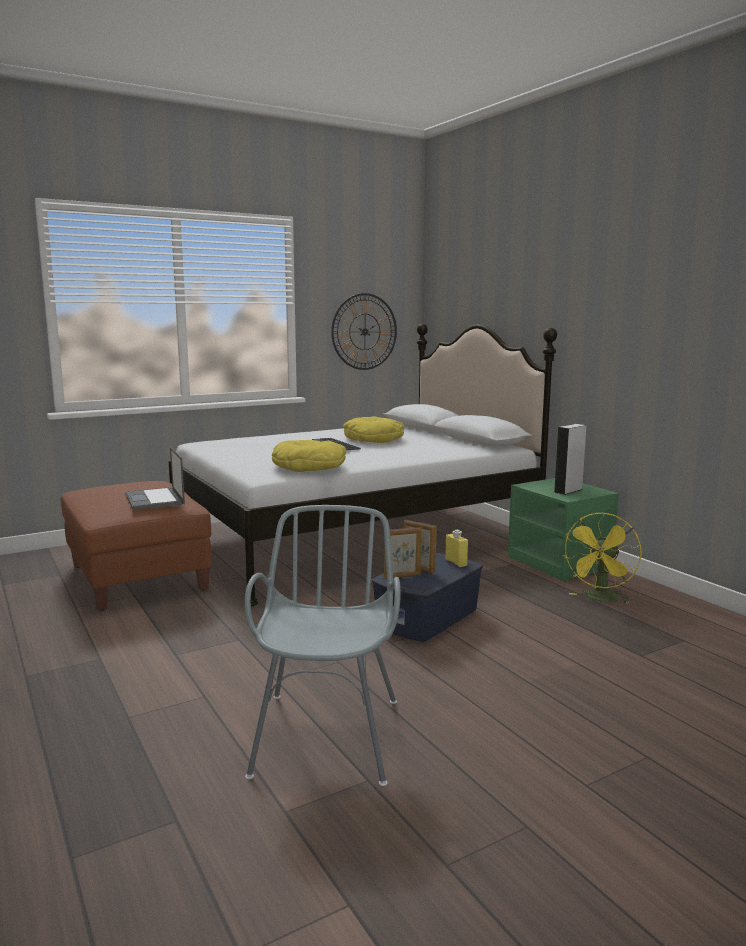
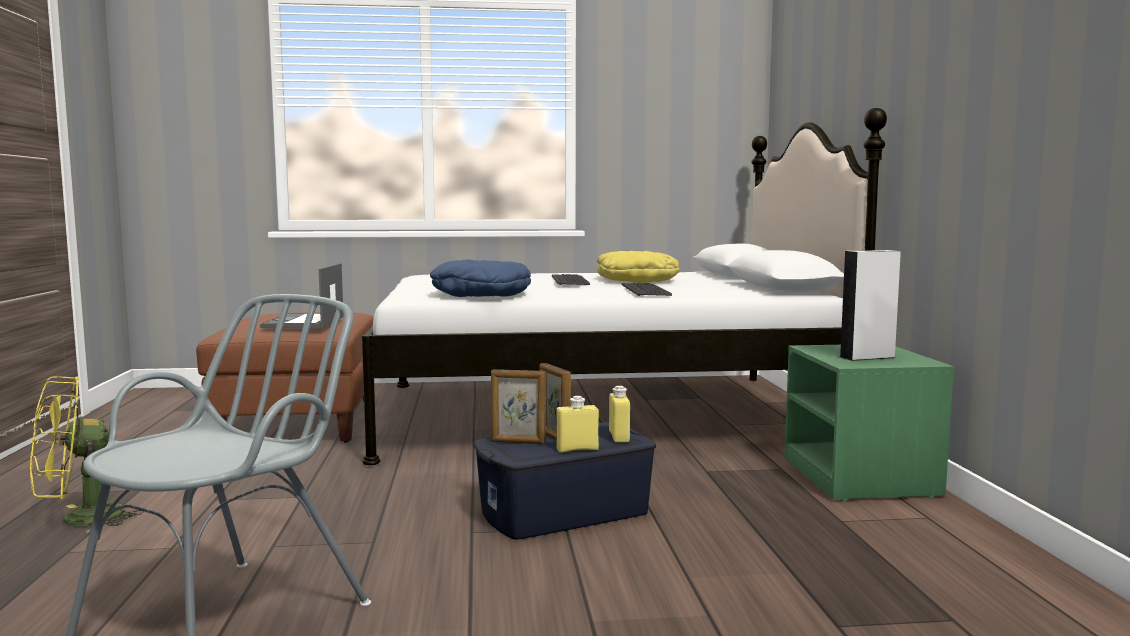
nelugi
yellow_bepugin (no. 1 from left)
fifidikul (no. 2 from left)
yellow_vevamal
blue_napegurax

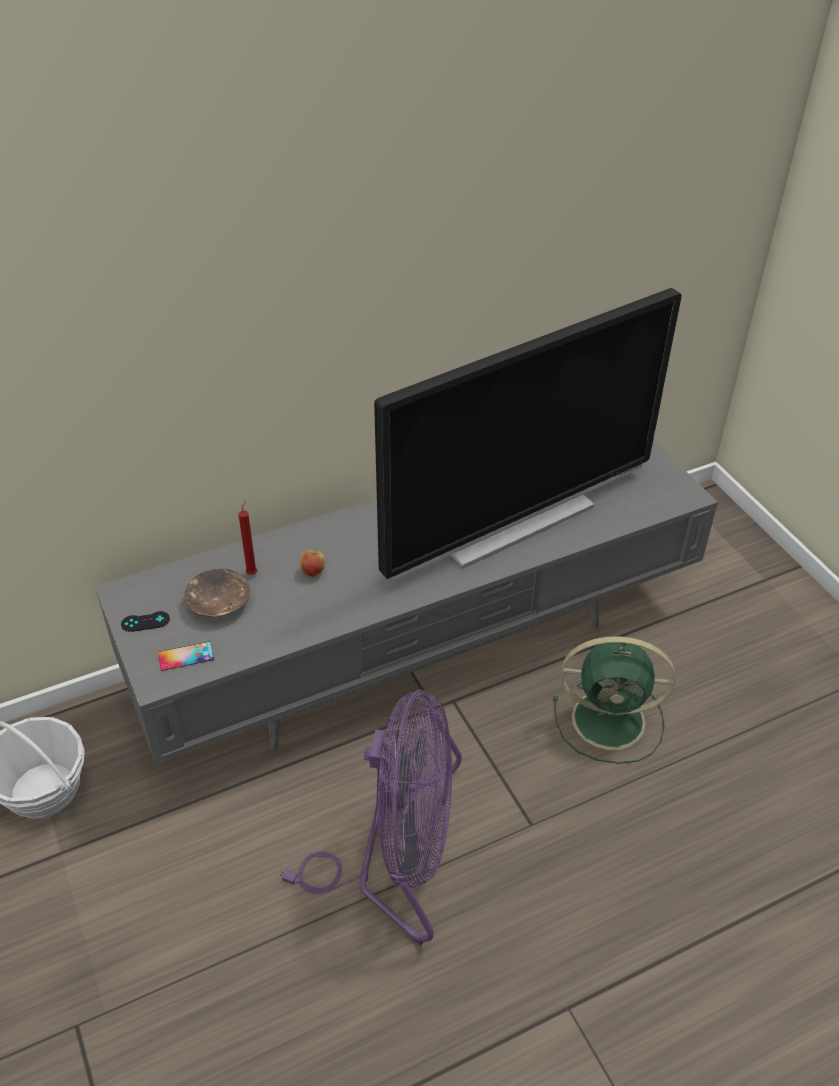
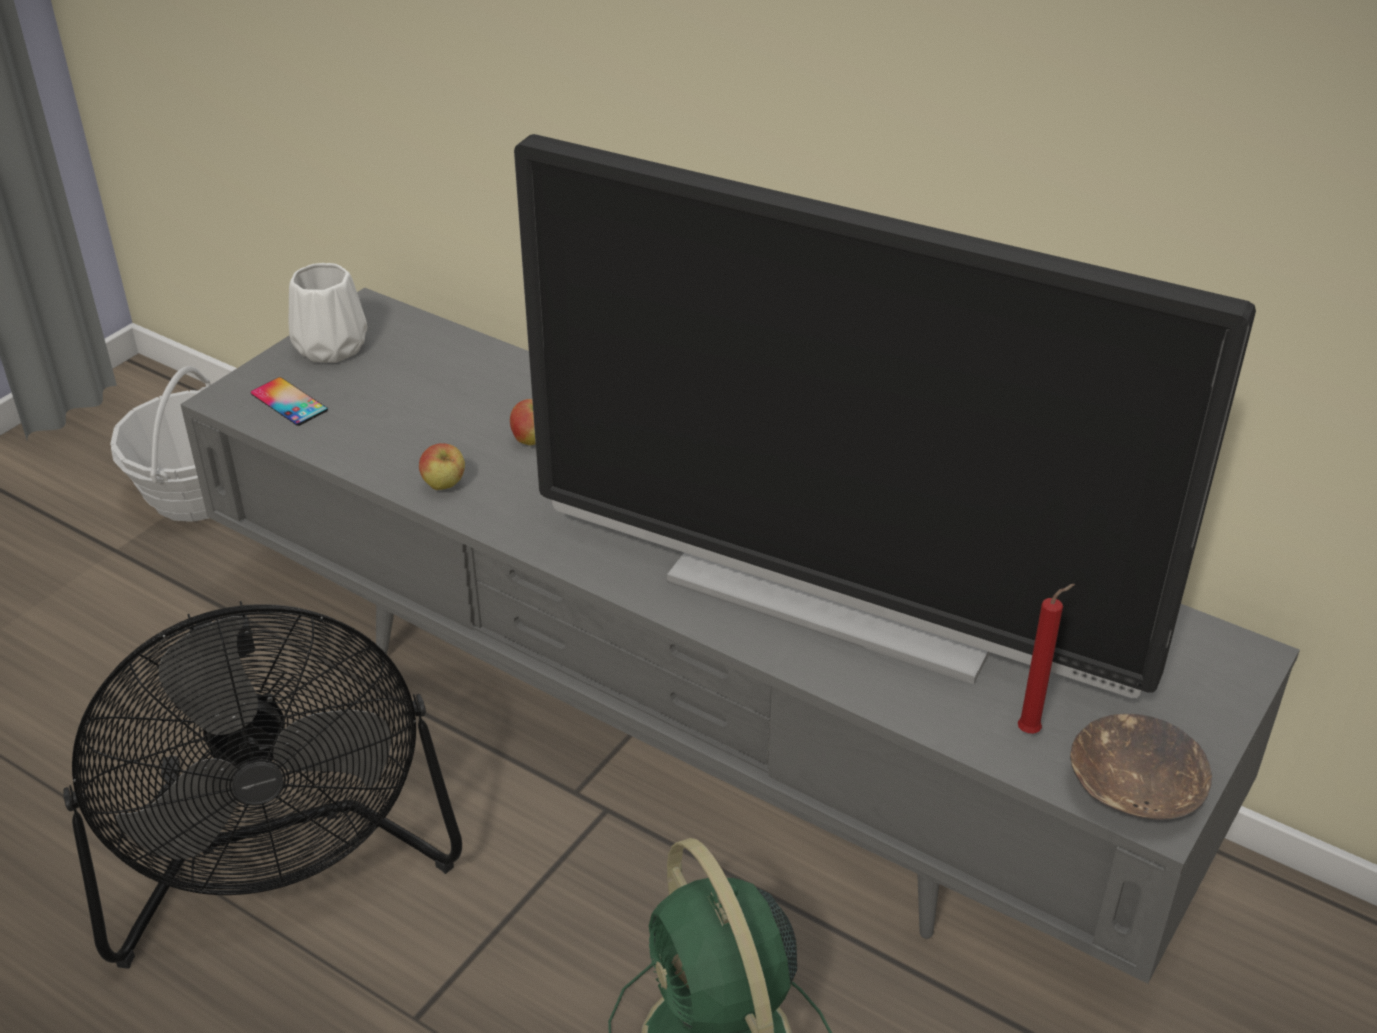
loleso (no. 1 from left)
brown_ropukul
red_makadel
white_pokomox
black_vevamal

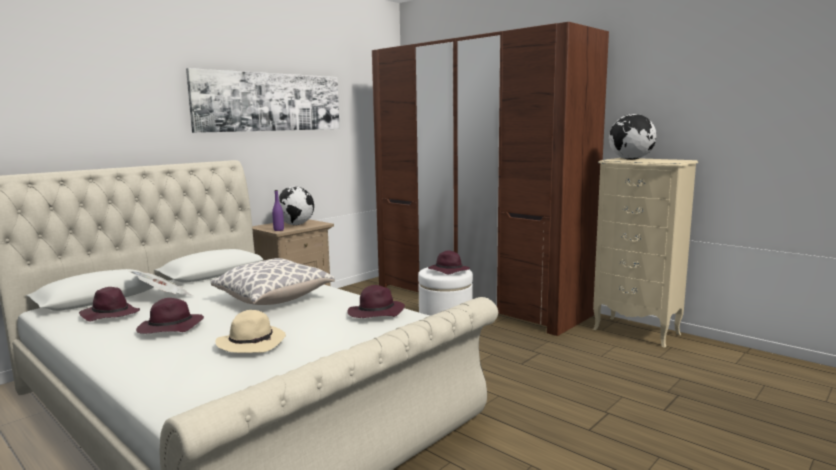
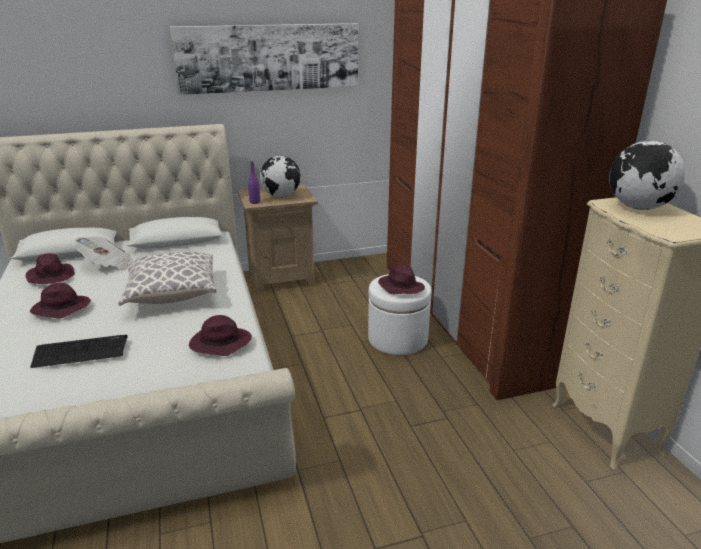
fifidikul

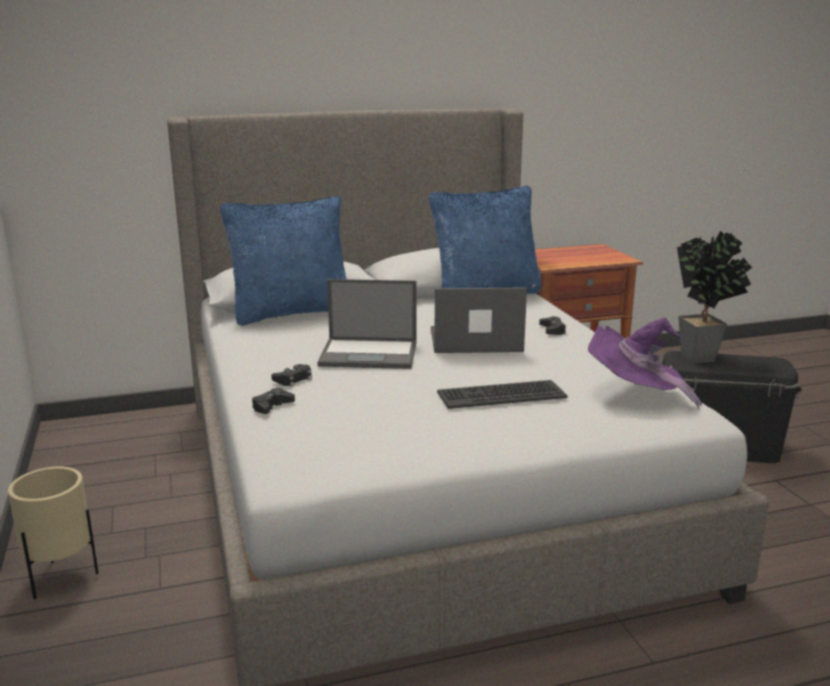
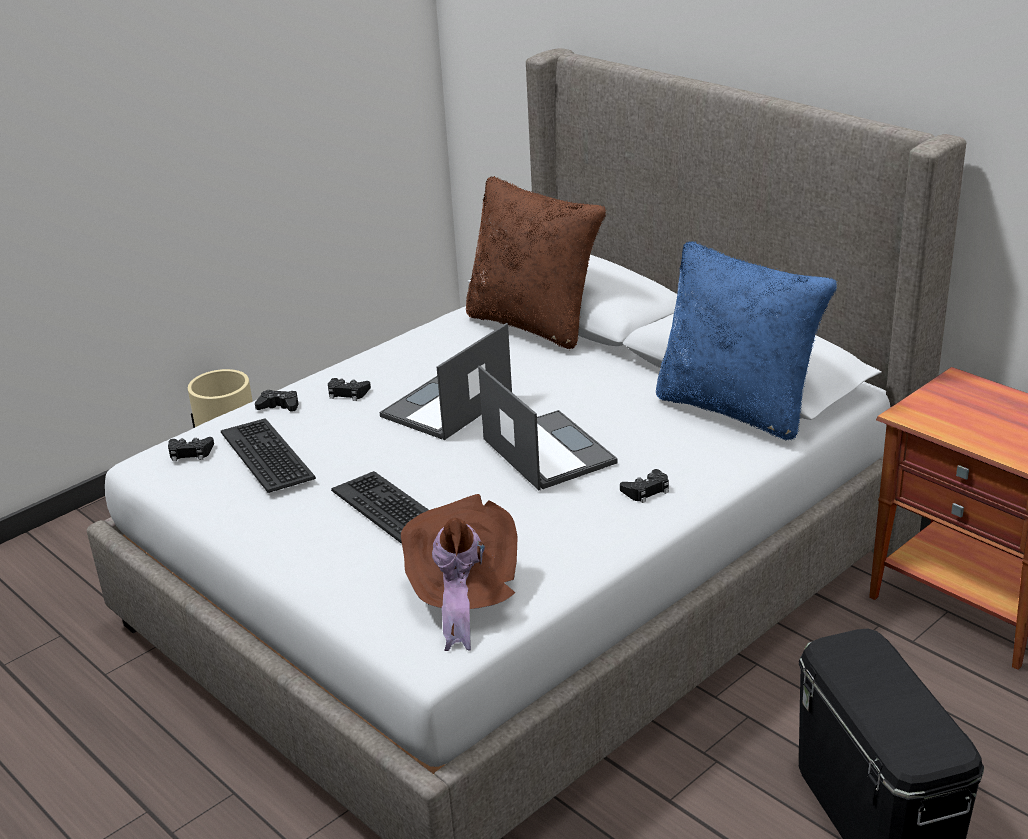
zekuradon
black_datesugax (no. 1 from left)
fifidikul (no. 1 from left)
brown_napegurax
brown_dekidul
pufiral (no. 1 from left)

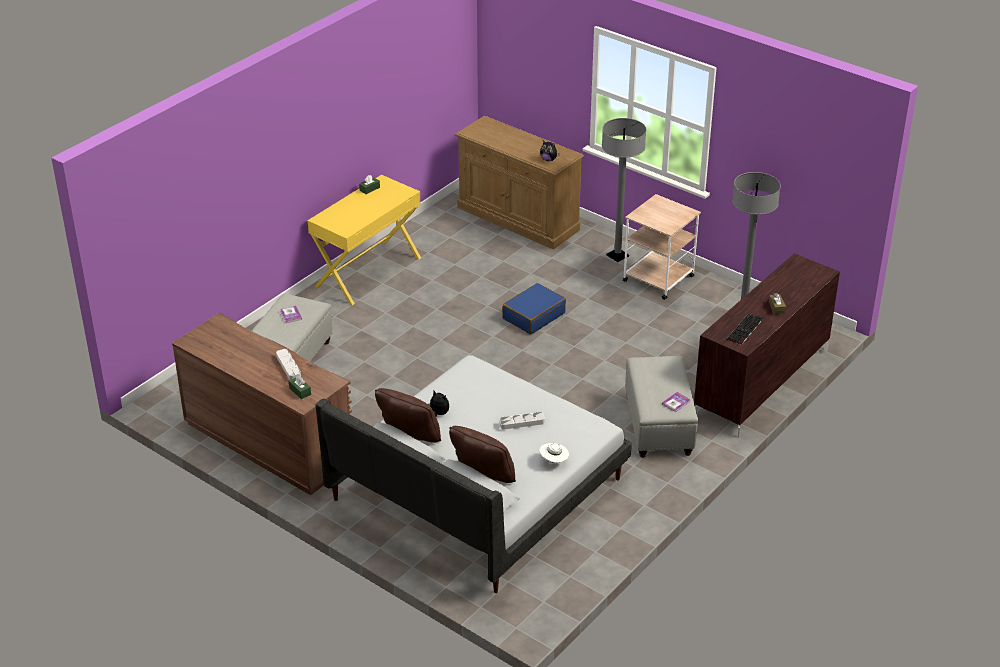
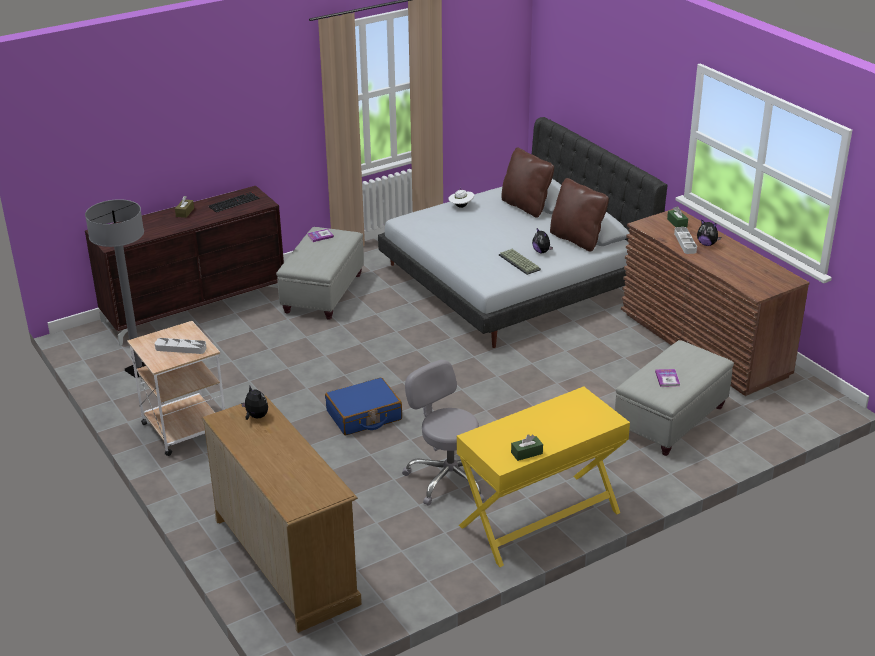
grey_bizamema (no. 1 from left in the first image)
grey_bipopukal
fifidikul (no. 2 from left)
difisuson (no. 3 from left)
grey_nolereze (no. 1 from left)

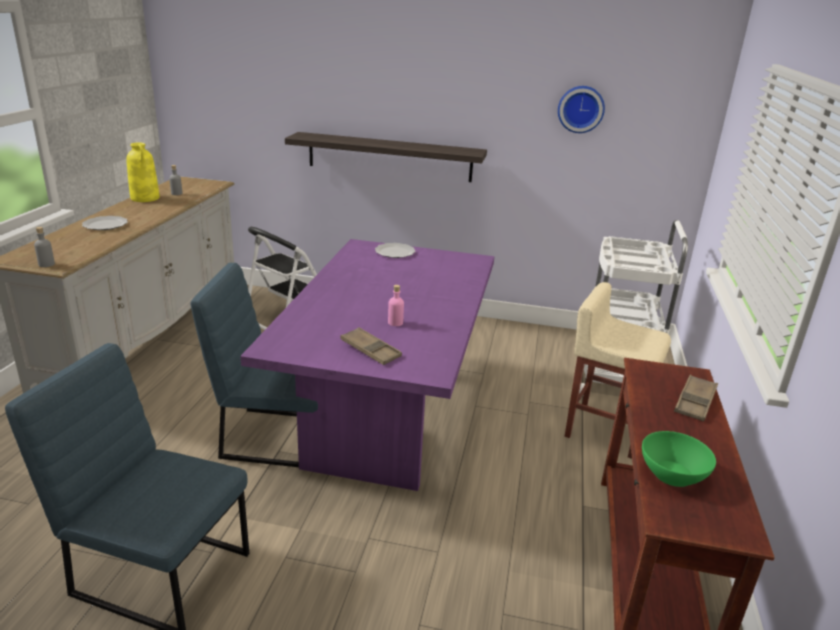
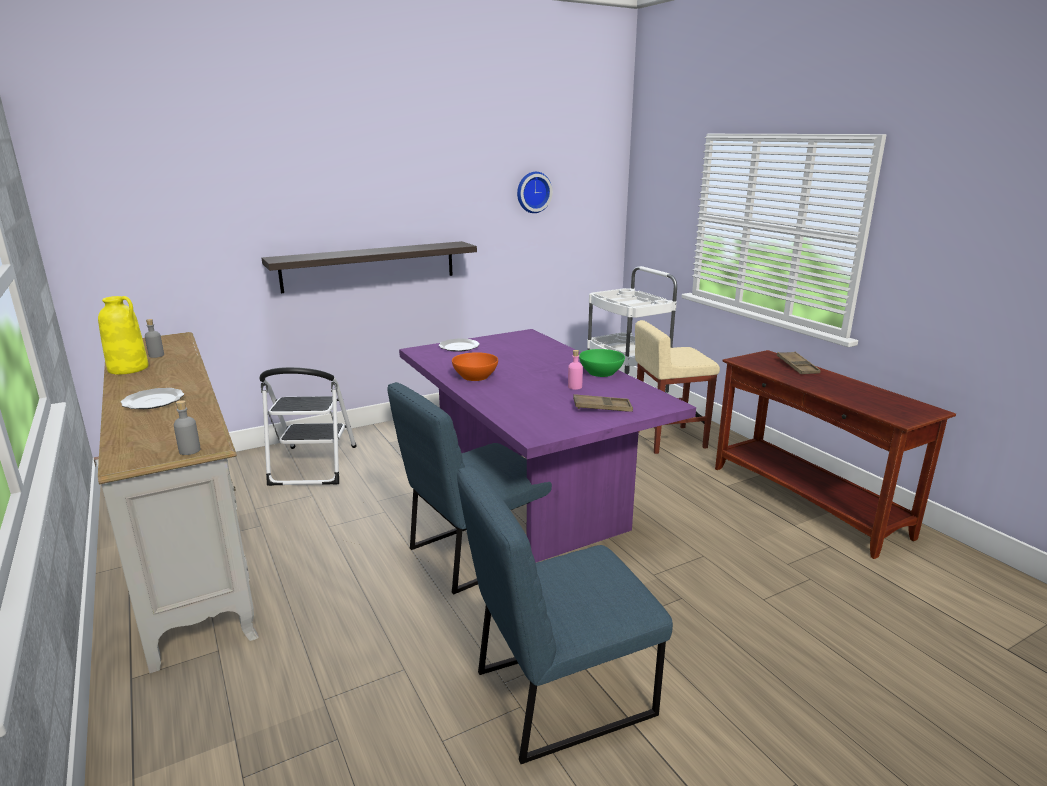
orange_ropukul
green_ropukul

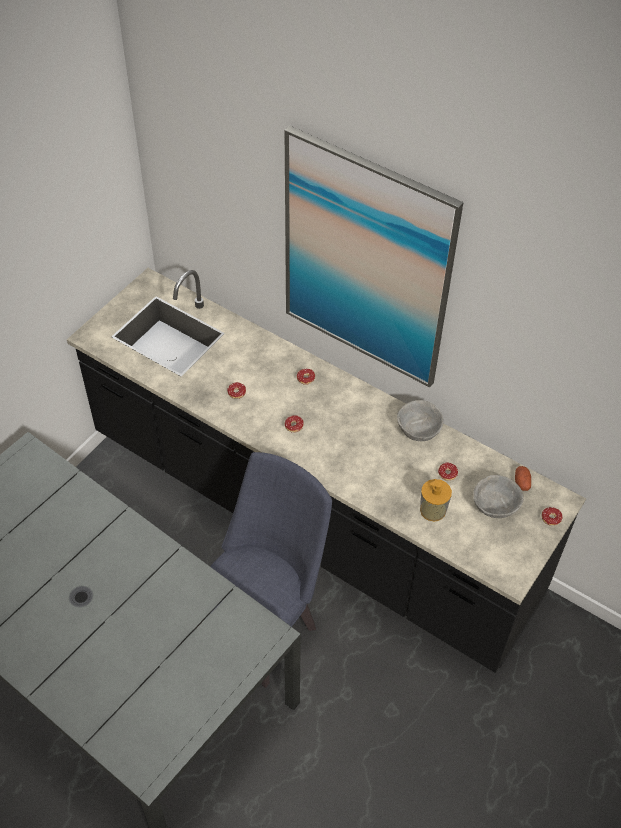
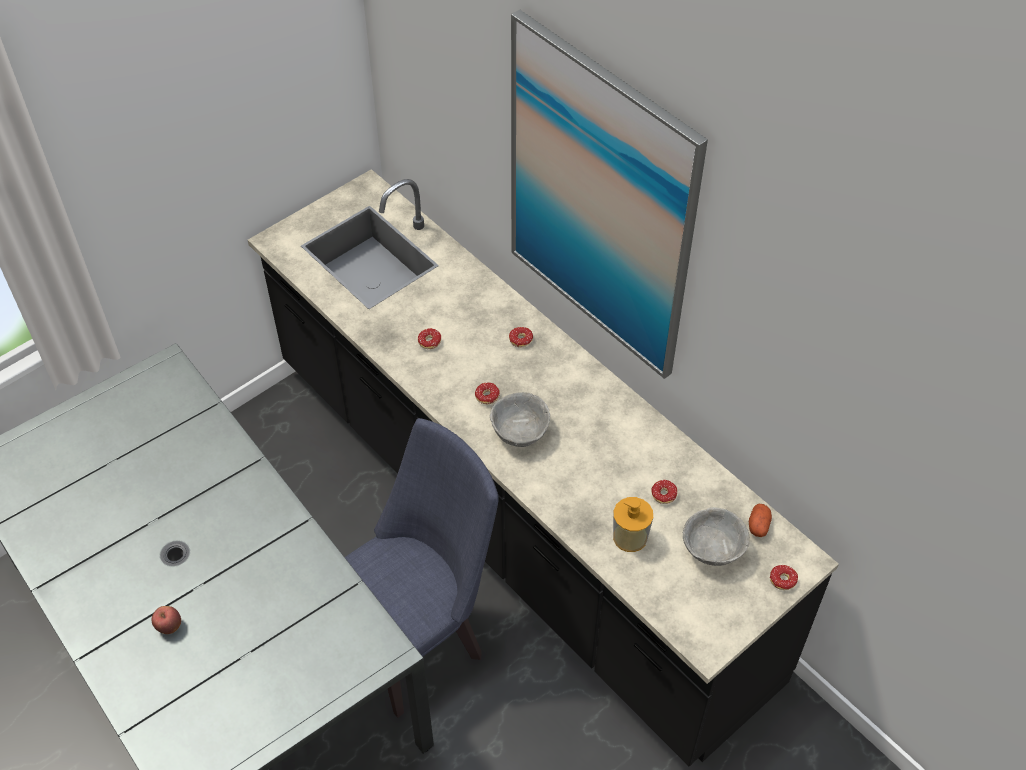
loleso
grey_ropukul (no. 1 from left)

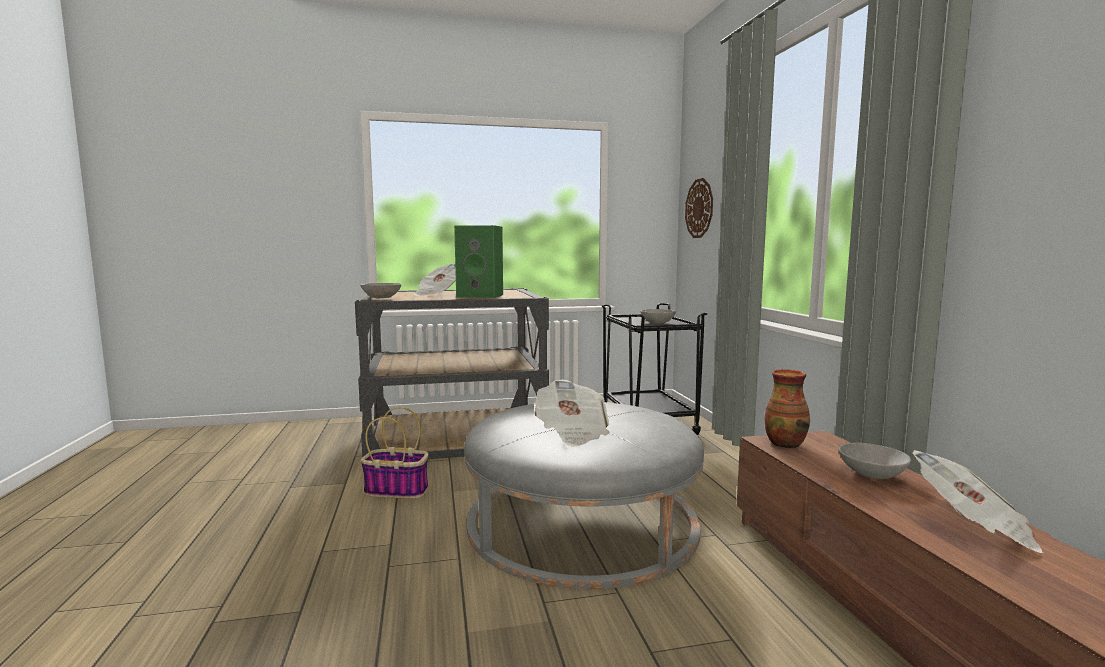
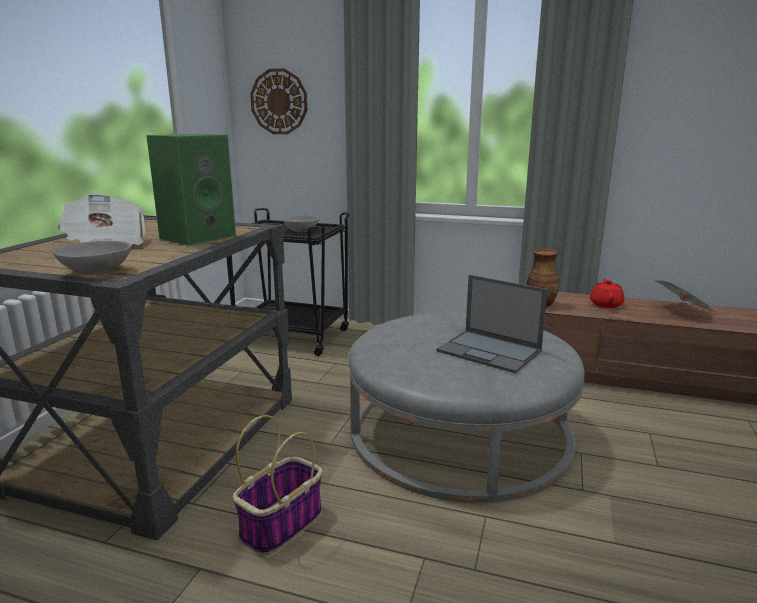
pufiral
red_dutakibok

